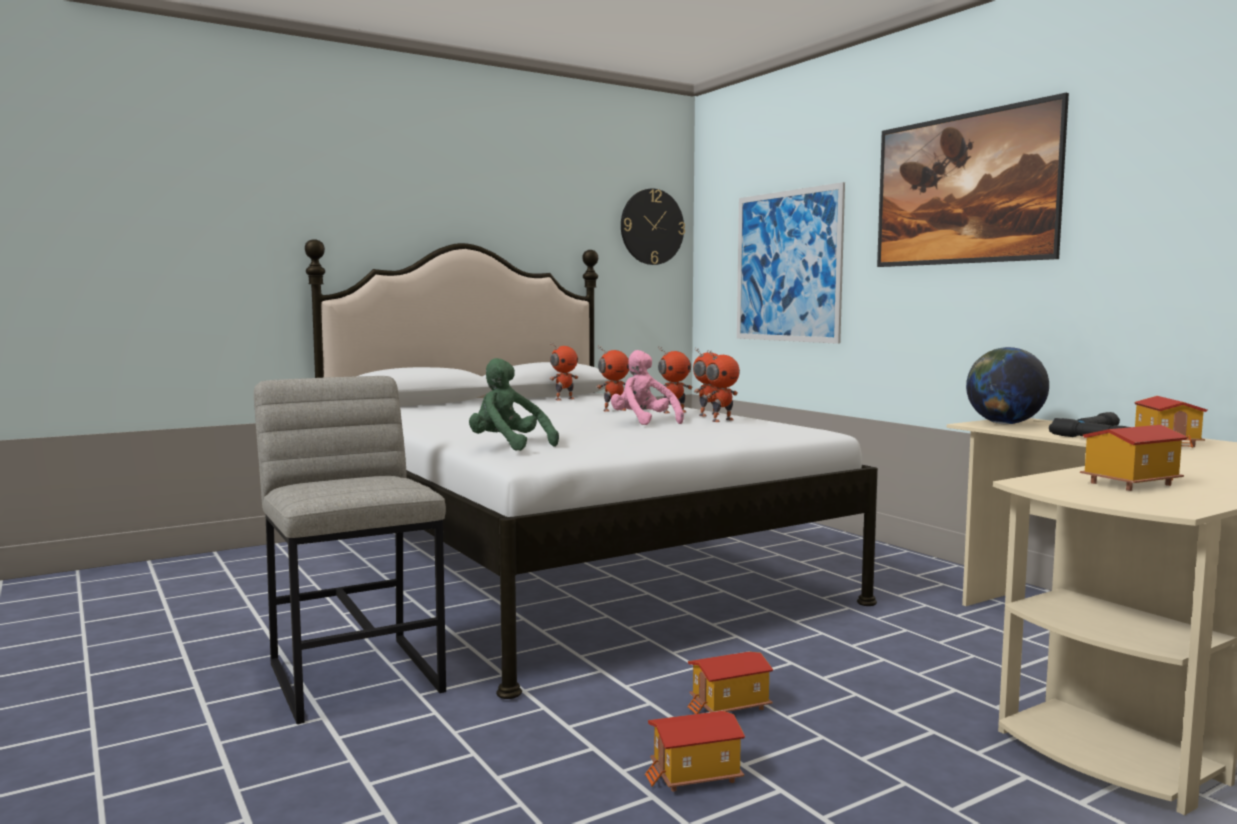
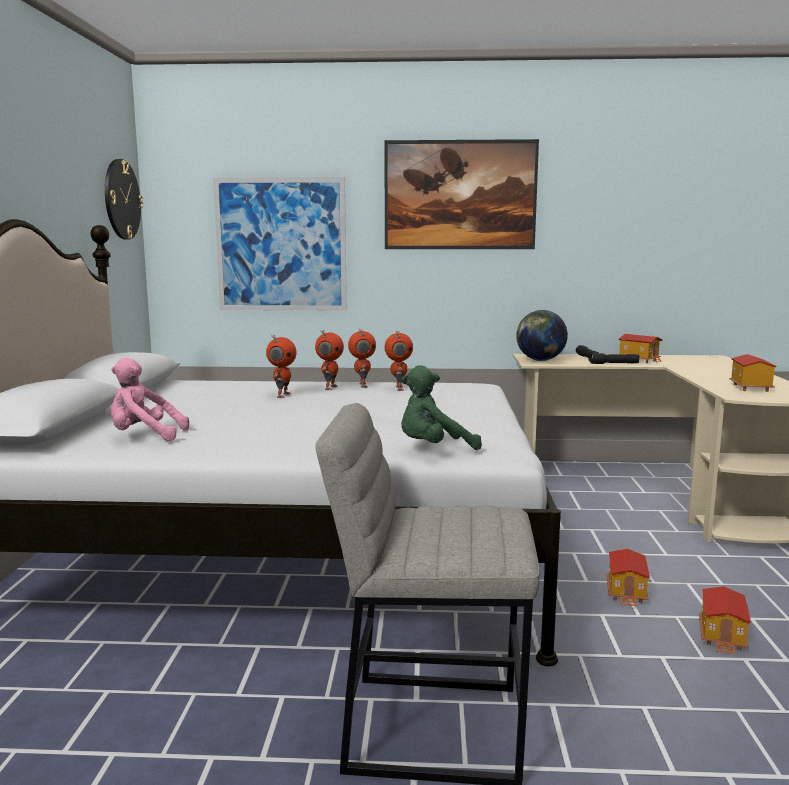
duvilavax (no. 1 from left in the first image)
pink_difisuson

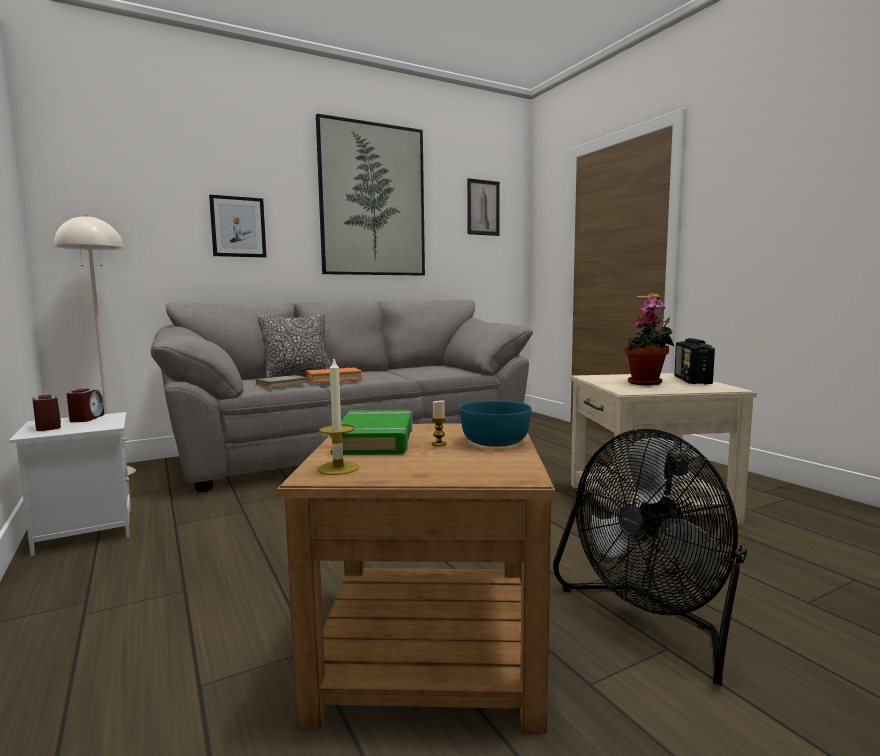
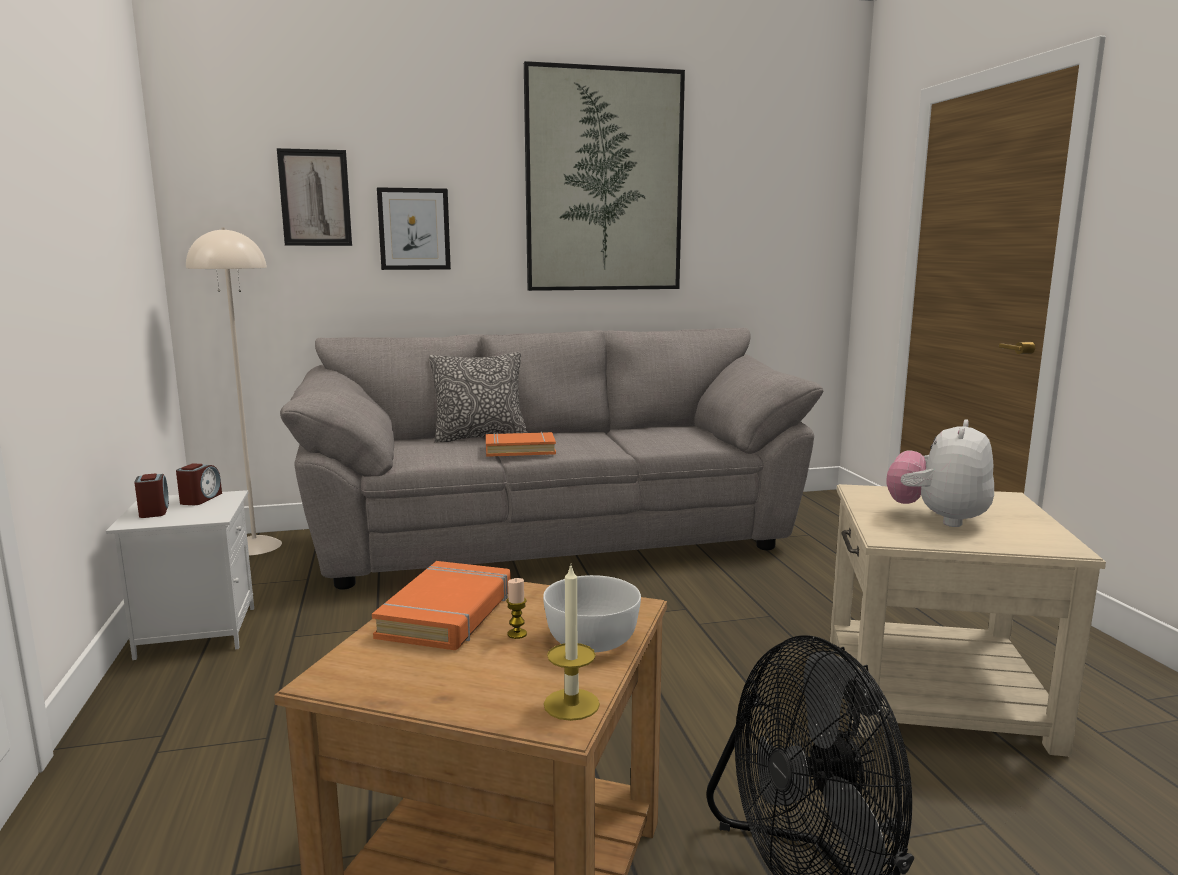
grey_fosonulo
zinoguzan
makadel (no. 2 from left)
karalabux (no. 1 from left)
difisuson
orange_fosonulo (no. 1 from left)
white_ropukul

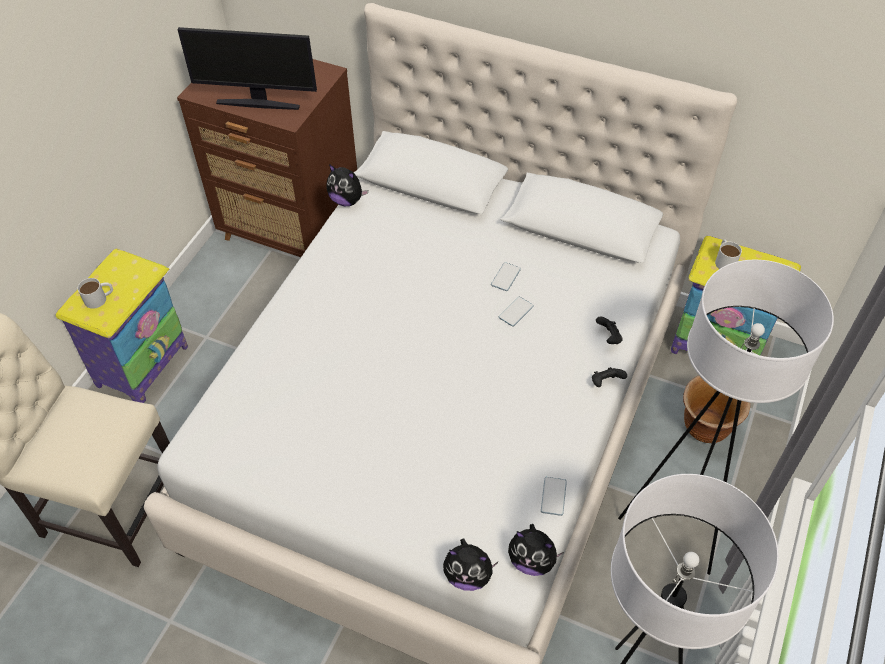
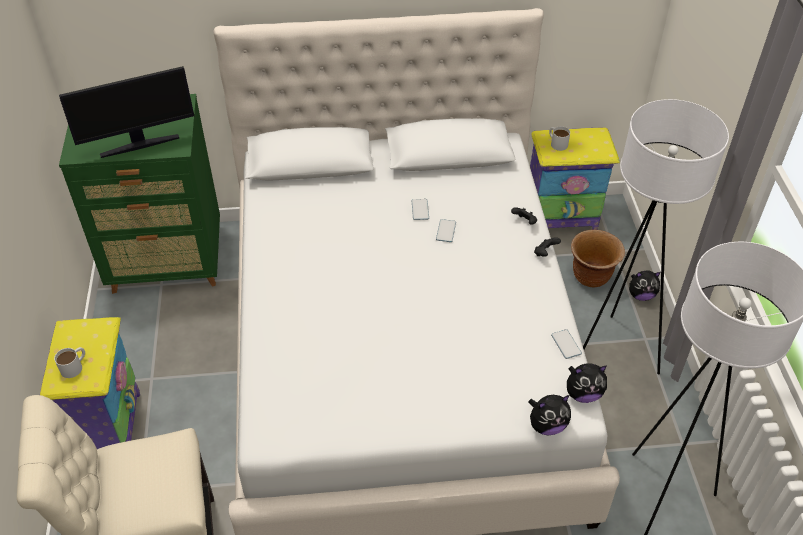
difisuson (no. 3 from left)
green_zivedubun

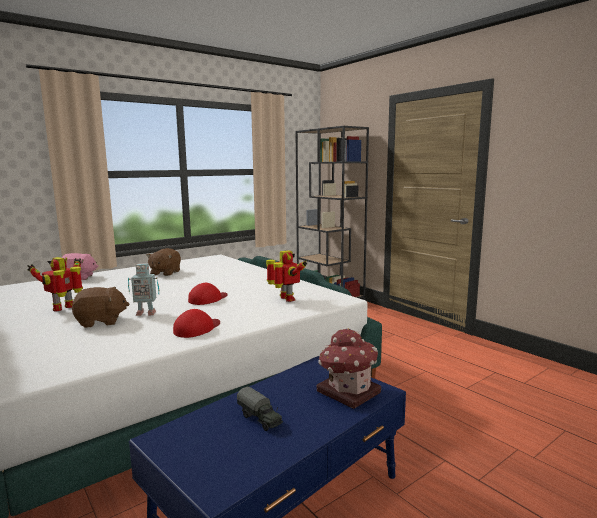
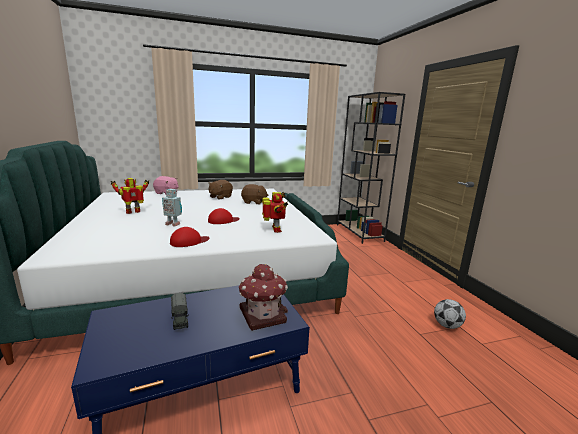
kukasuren
brown_difisuson (no. 2 from left)

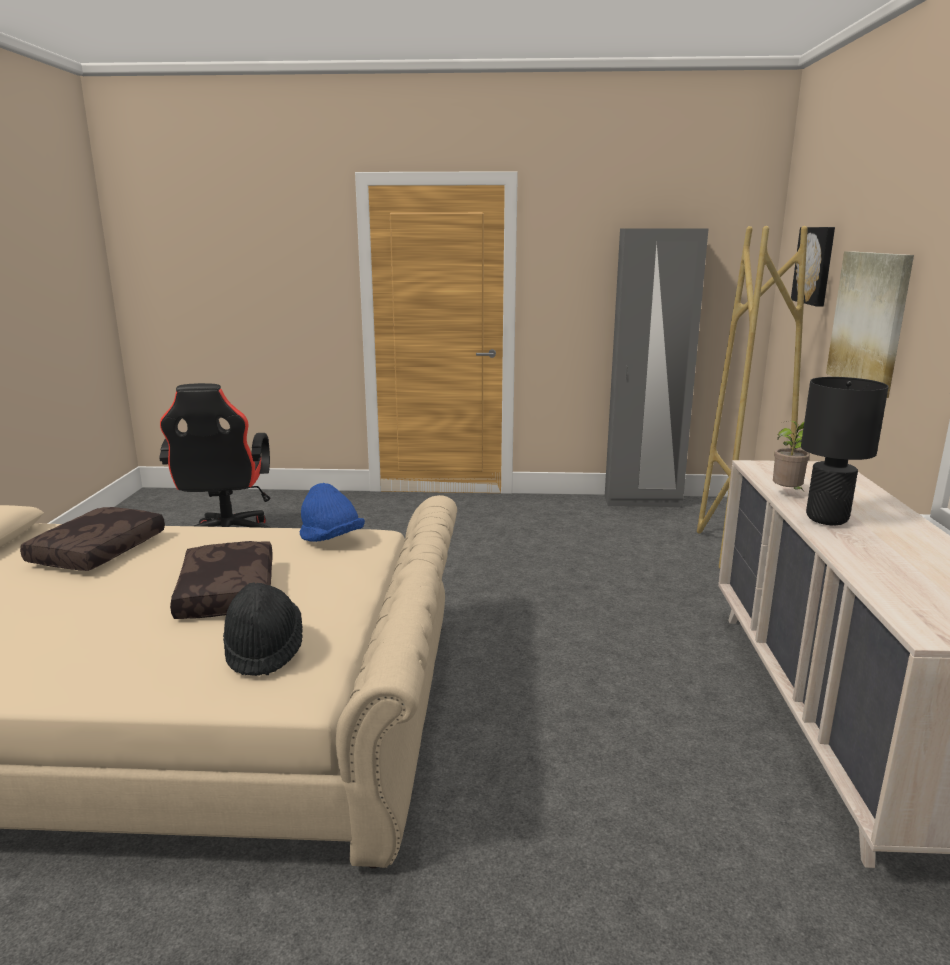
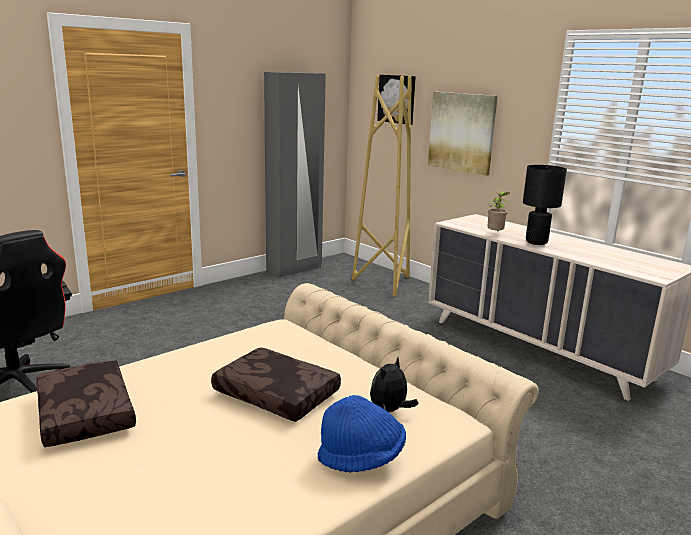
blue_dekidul
difisuson

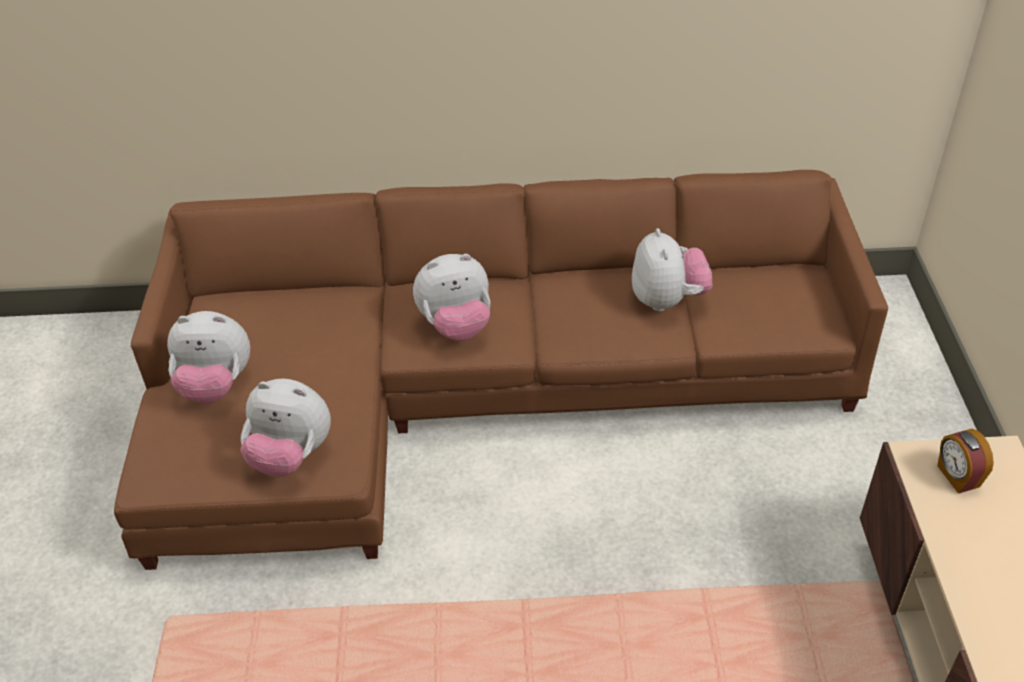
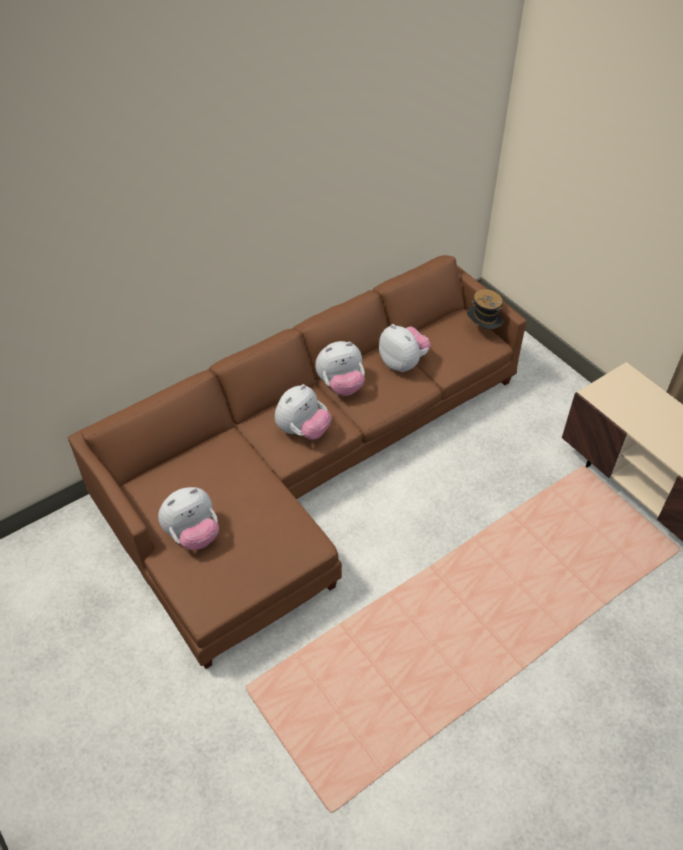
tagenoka
dekidul
difisuson (no. 3 from left)

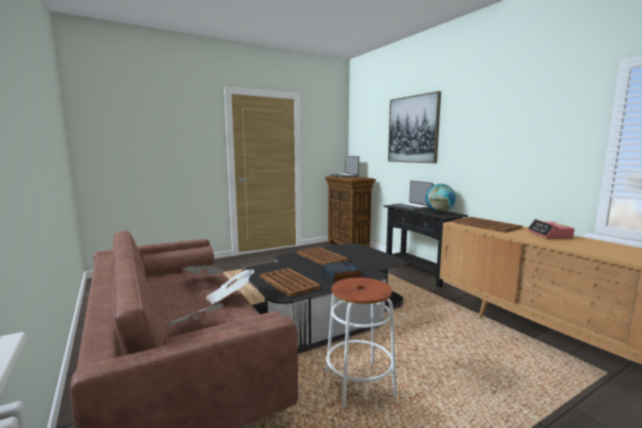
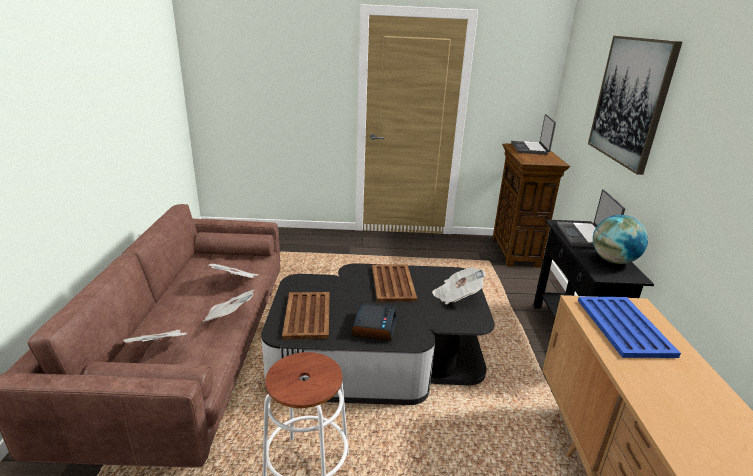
tagenoka (no. 2 from left in the first image)
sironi (no. 4 from left)
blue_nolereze

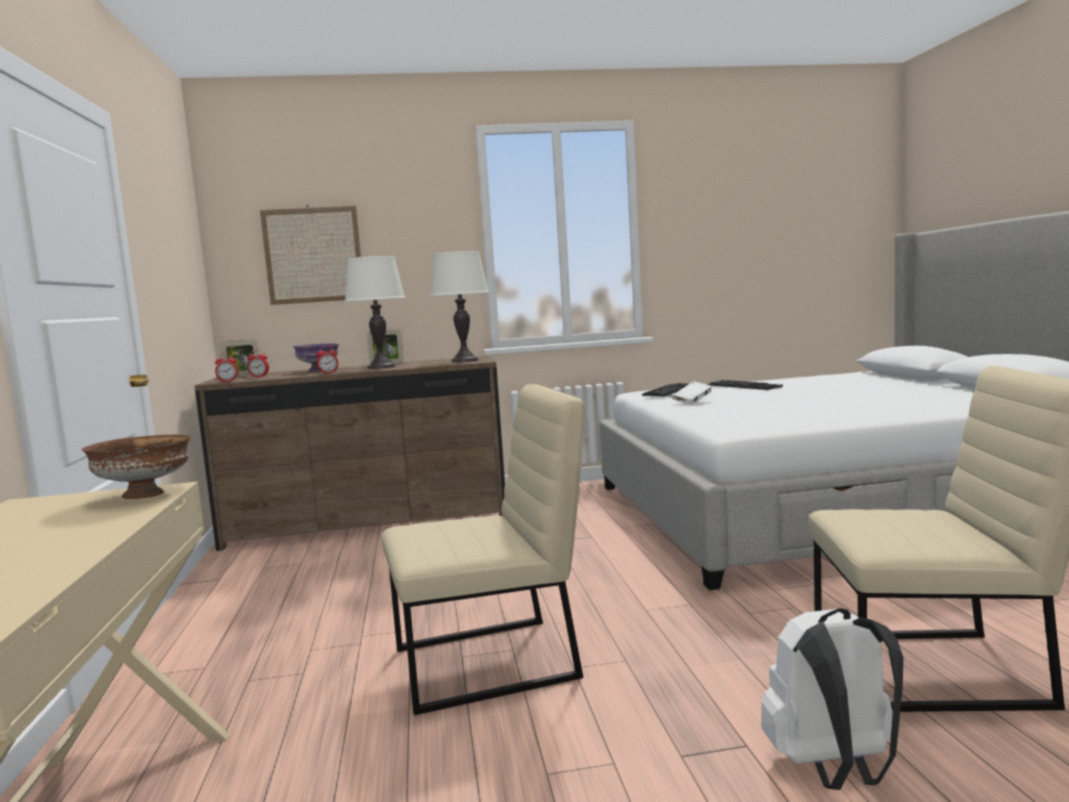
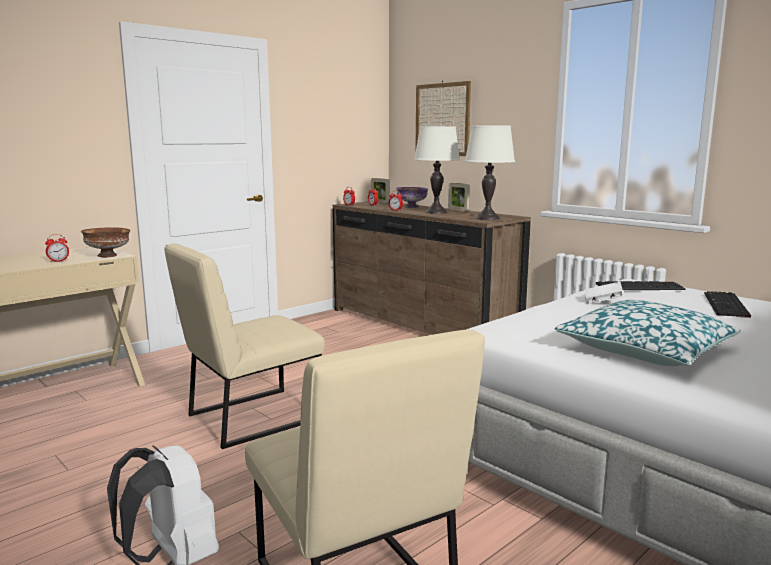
tagenoka (no. 1 from left)
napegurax
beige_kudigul (no. 1 from left)

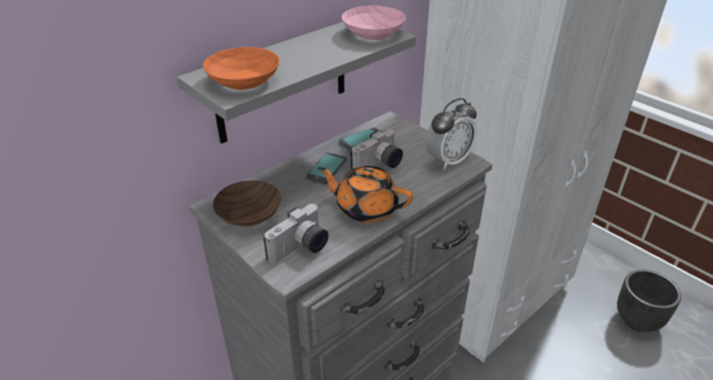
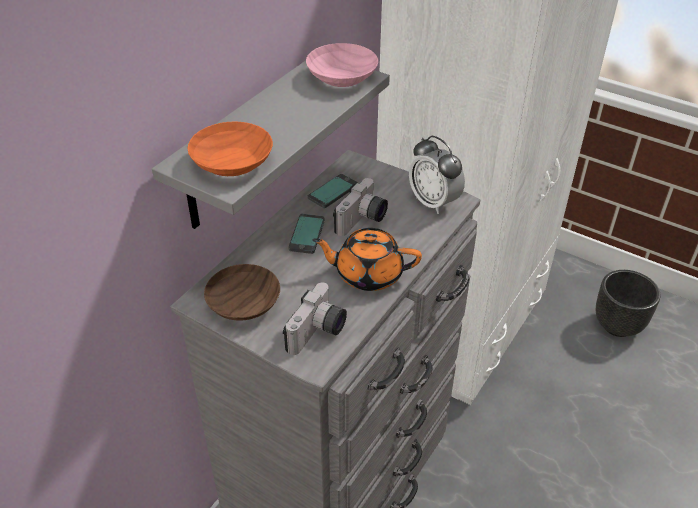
tagenoka

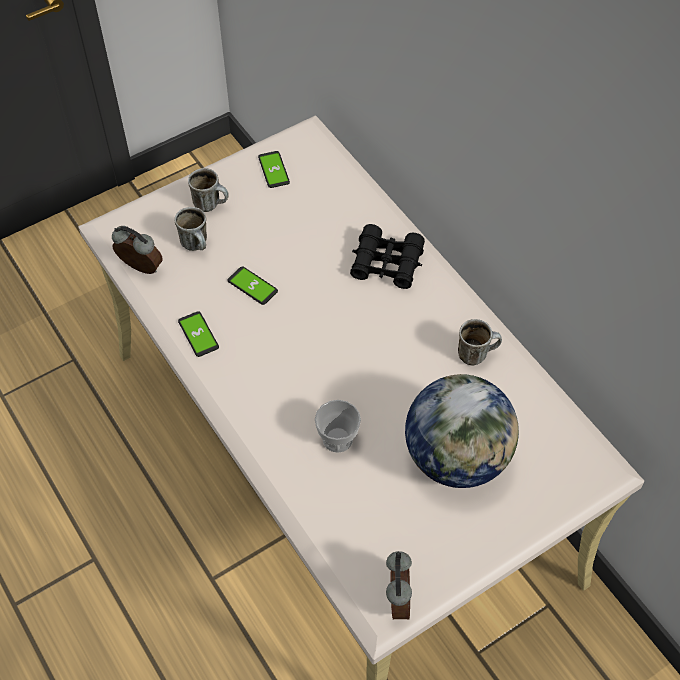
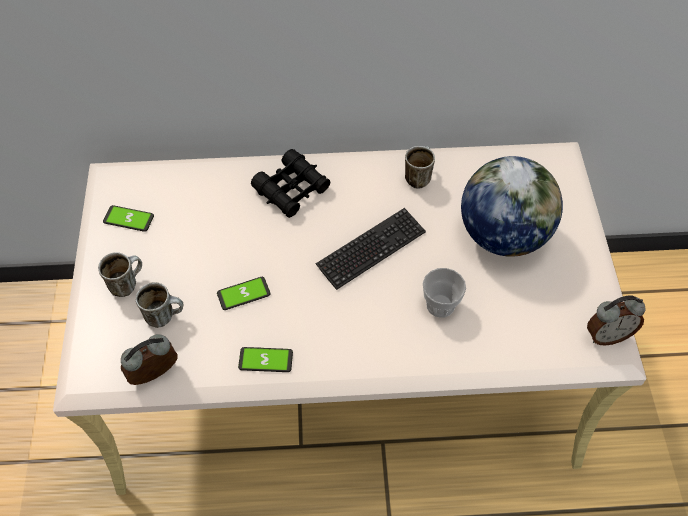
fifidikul
tagenoka (no. 2 from left)

